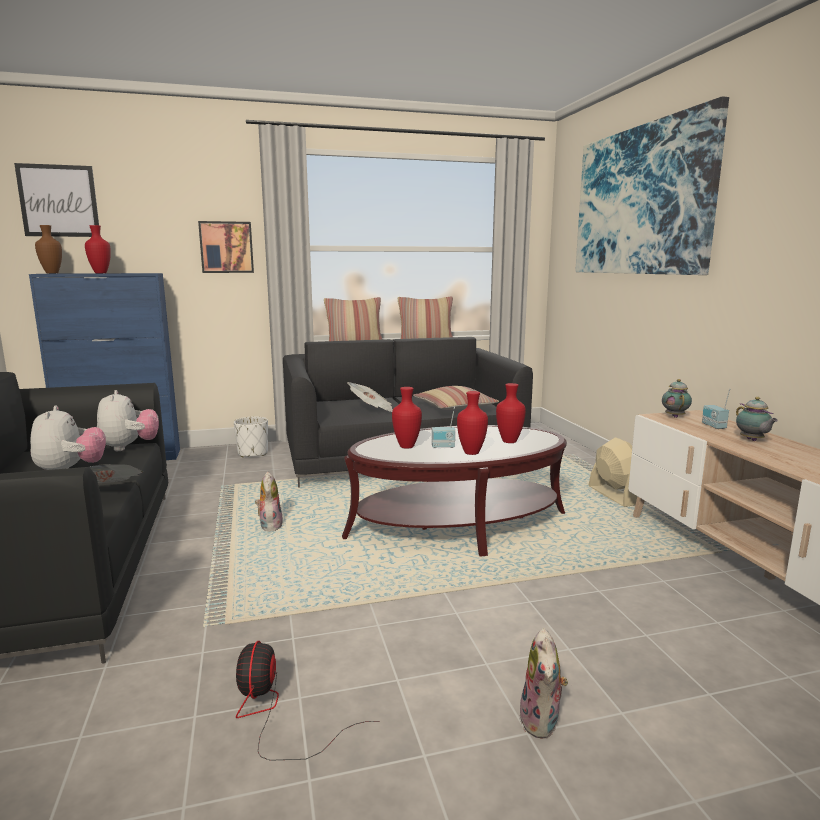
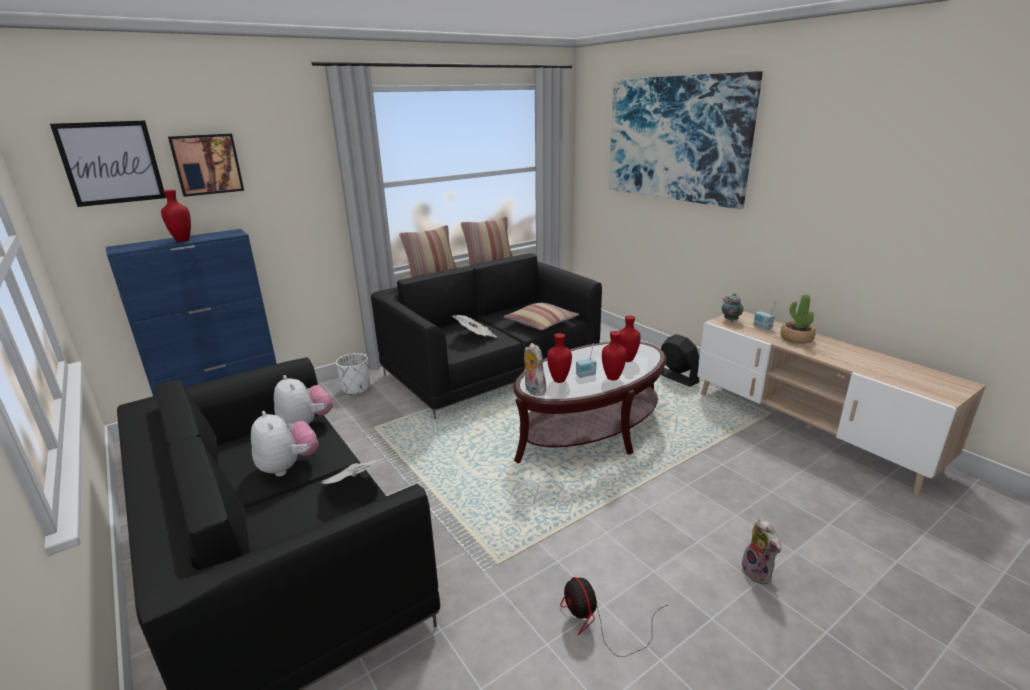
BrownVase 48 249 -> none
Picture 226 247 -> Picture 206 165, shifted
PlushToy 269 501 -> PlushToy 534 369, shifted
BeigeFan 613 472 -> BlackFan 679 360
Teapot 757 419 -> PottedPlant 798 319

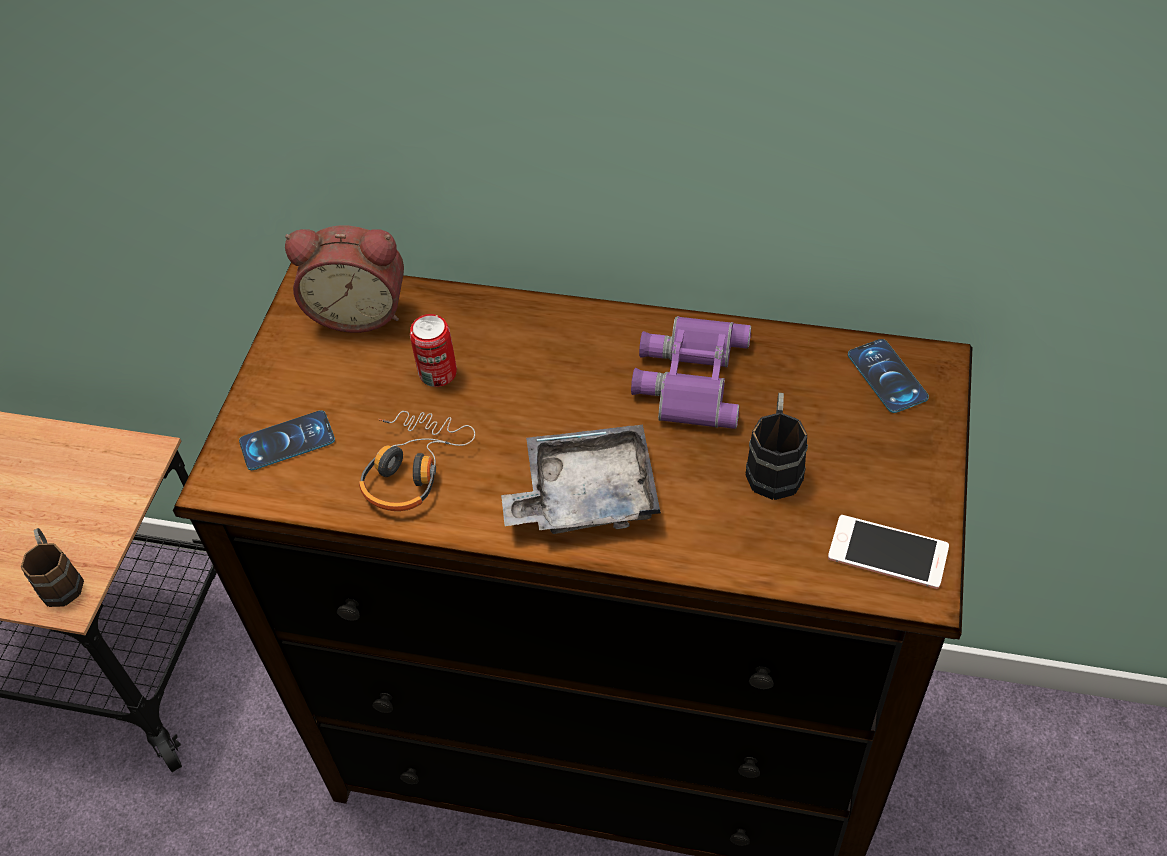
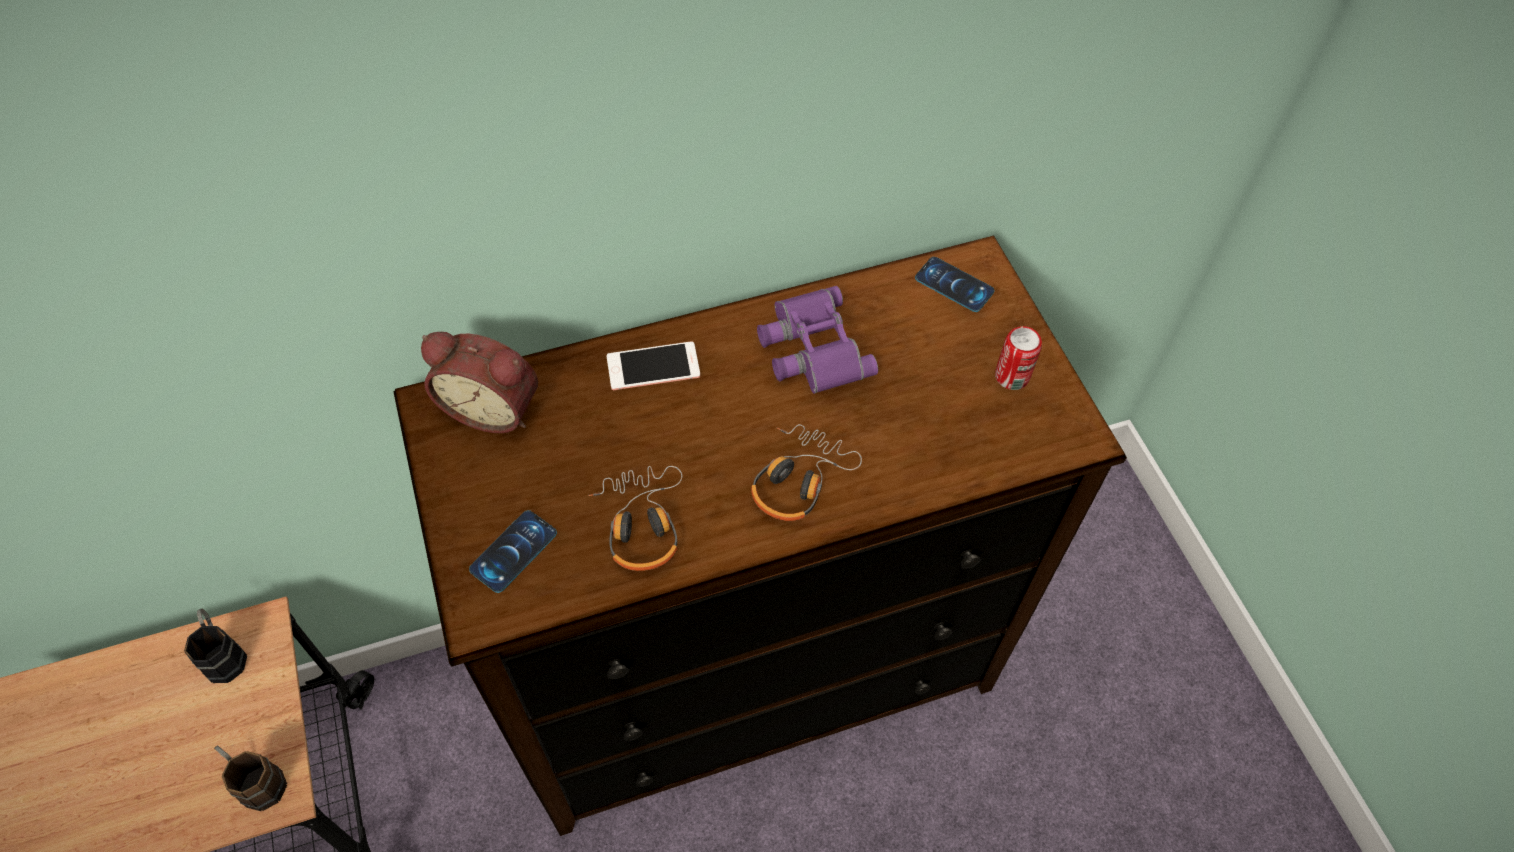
AlarmClock 344 279 -> AlarmClock 479 382, 45 degrees clockwise
Can 433 350 -> Can 1018 358, shifted
GreyTray 581 479 -> Headphones 806 472
BlackMug 777 446 -> BlackMug 215 646, shifted
Phone 888 552 -> Phone 653 365, shifted

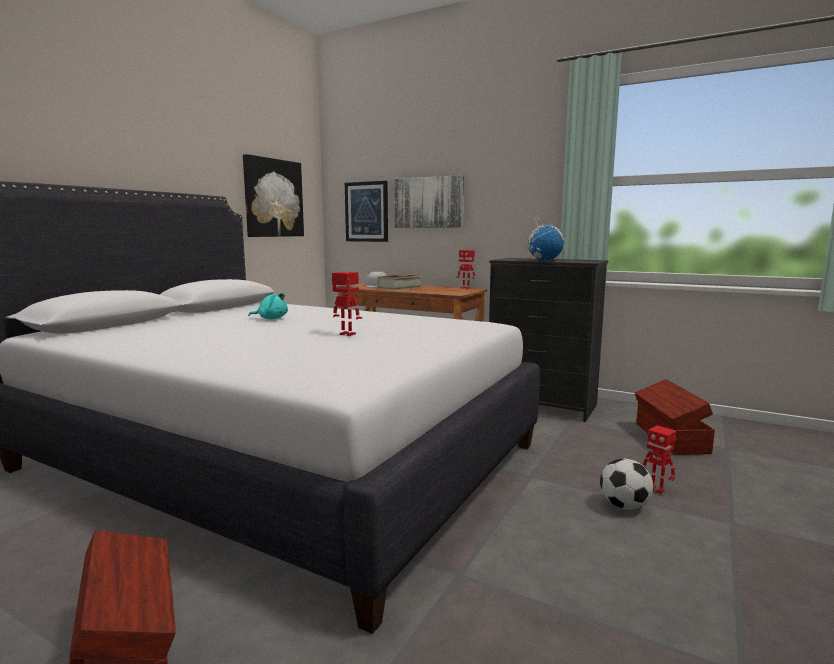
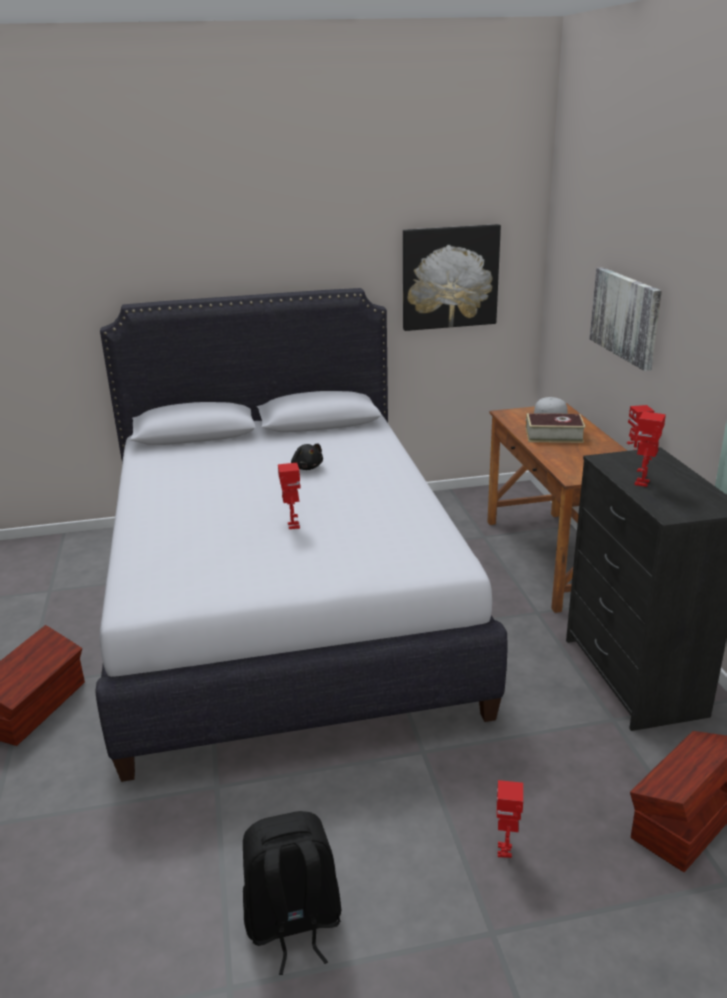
TurquoisePlushToy 268 306 -> BlackPlushToy 307 457
Picture 366 211 -> none
Globe 544 238 -> ToyRobot 650 449
Football 626 484 -> none
none -> BlackBackpack 292 893

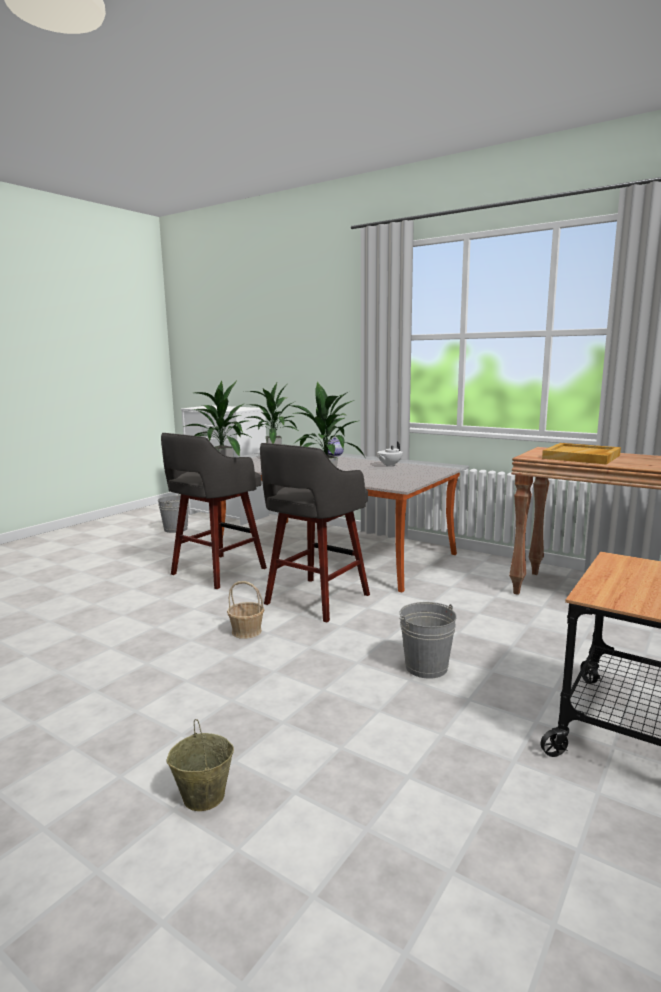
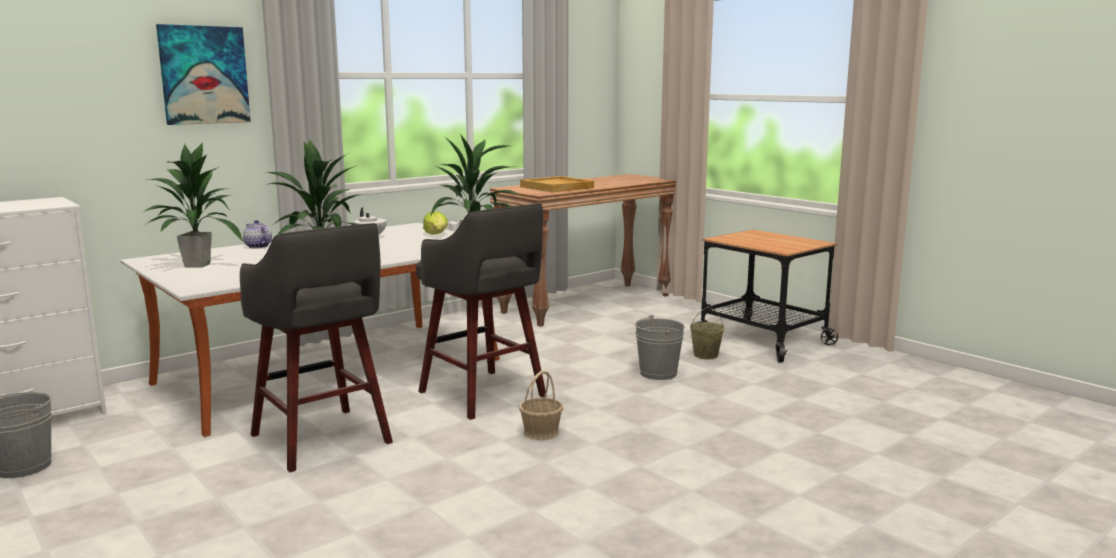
BeigeBucket 200 765 -> BeigeBucket 707 333, shifted
none -> Picture 203 74
none -> Lettuce 435 223

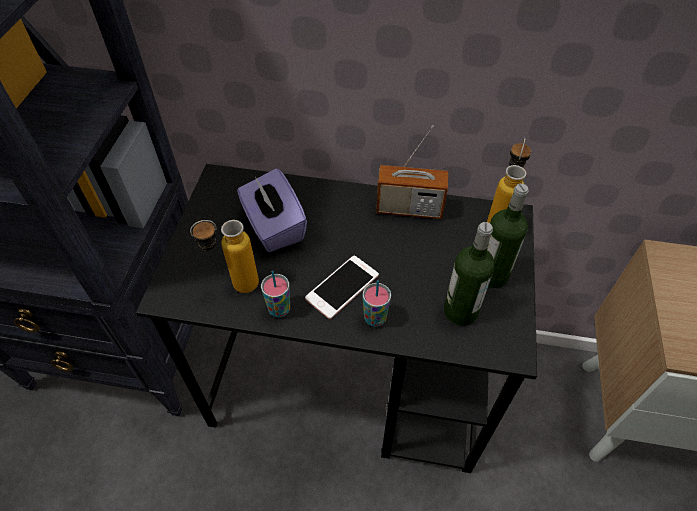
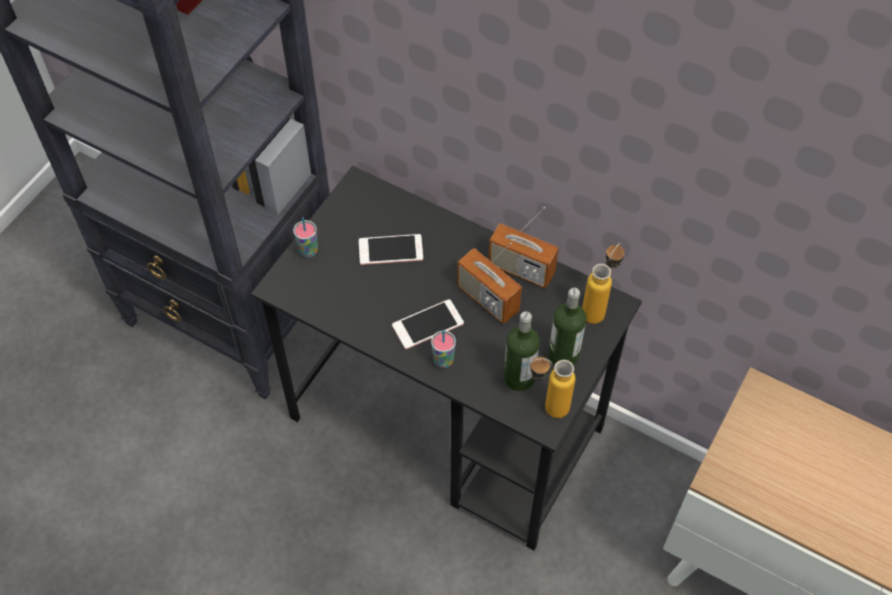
Bottle 224 256 -> Bottle 552 387, shifted
PurpleTissueBox 272 210 -> Phone 391 249
Cup 275 294 -> Cup 305 238, shifted
none -> Radio 489 283

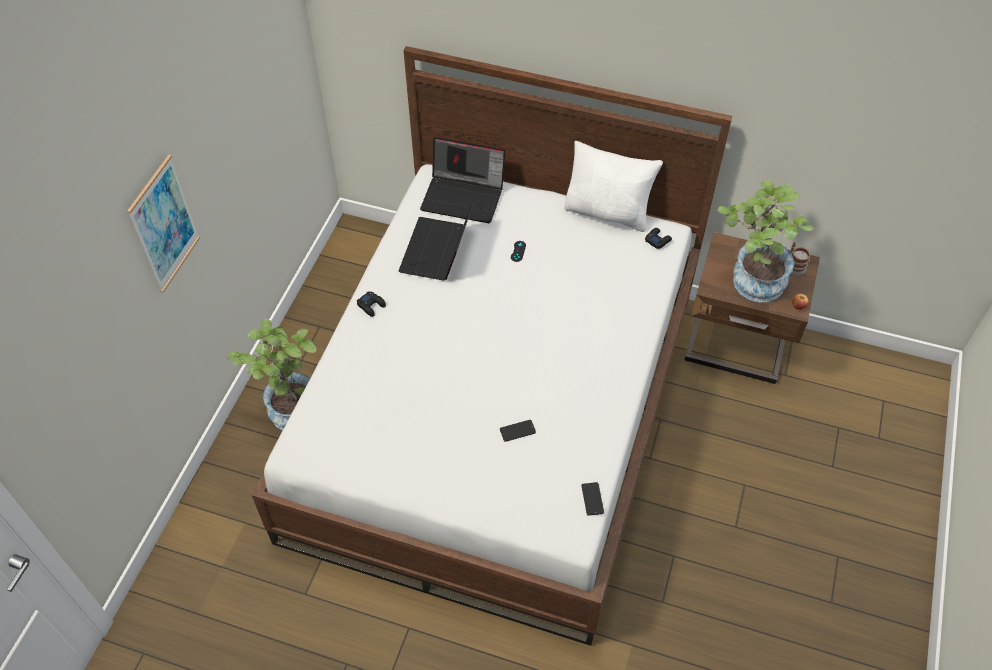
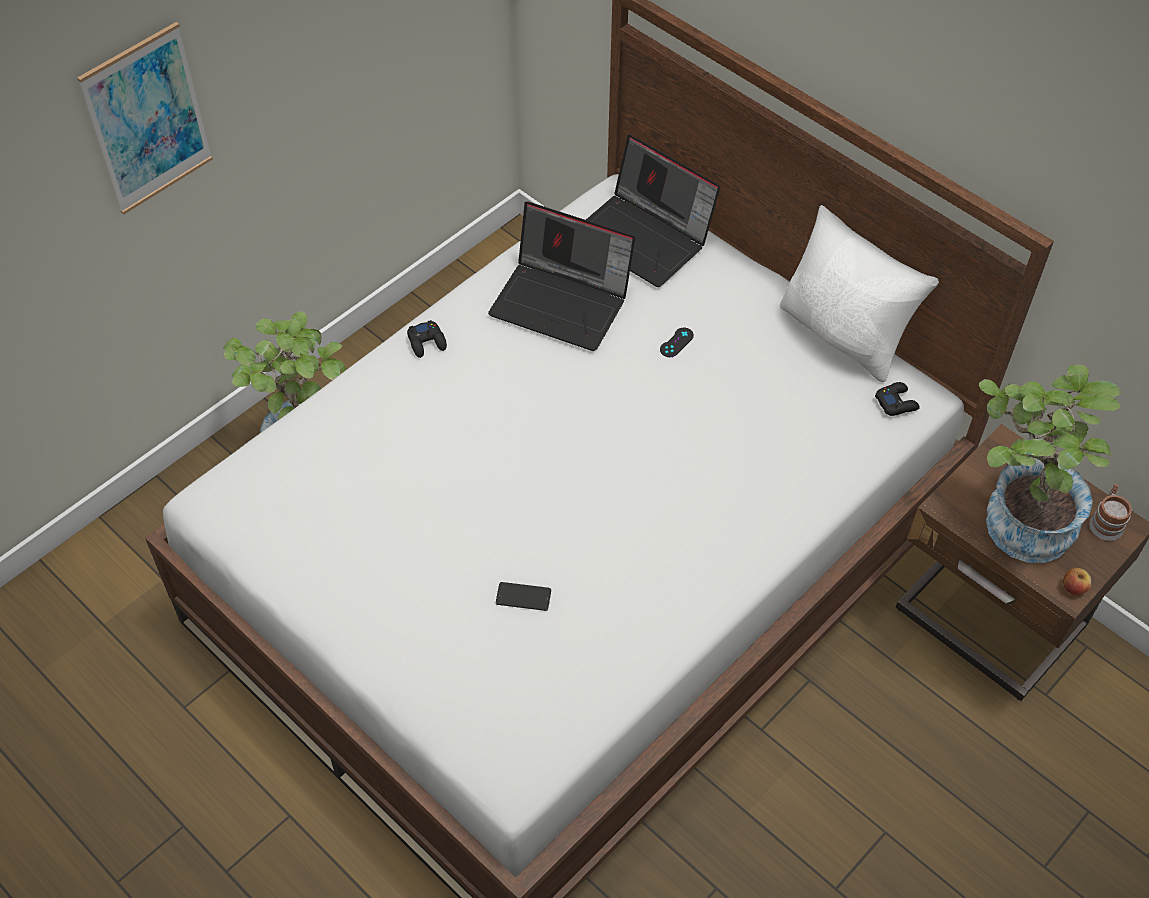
Laptop 437 238 -> Laptop 561 276, 105 degrees counterclockwise
Phone 592 499 -> none

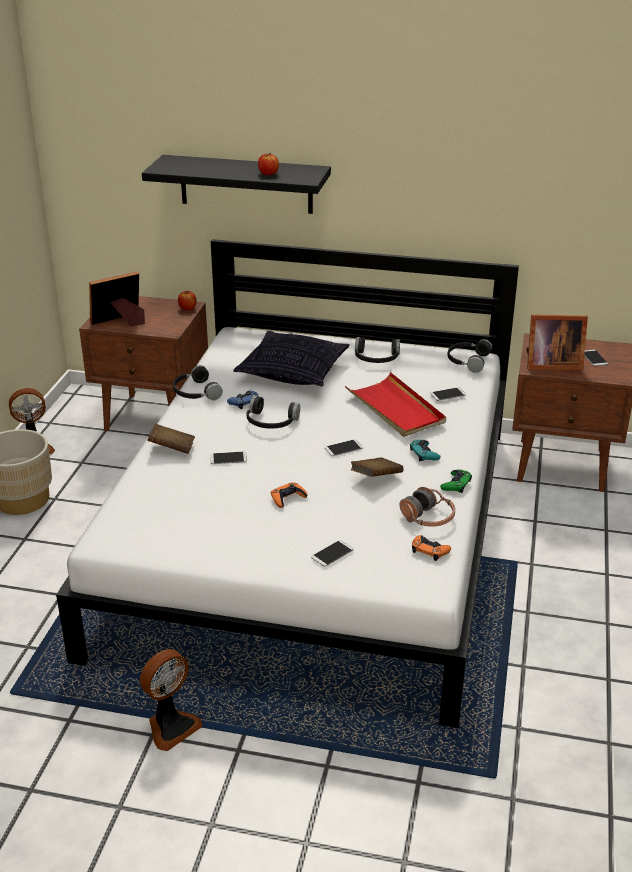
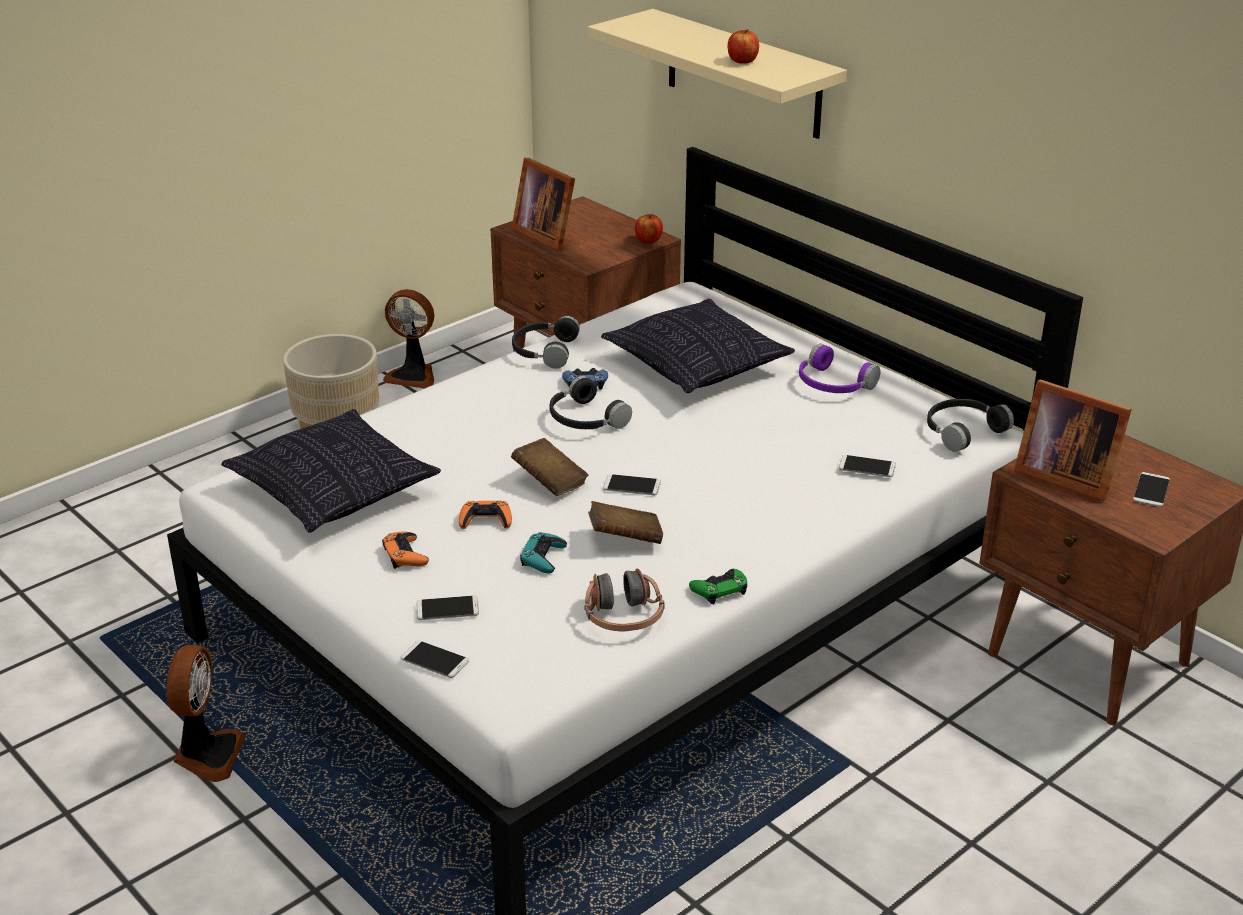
PictureFrame 117 298 -> PictureFrame 543 204, 135 degrees counterclockwise
Fan 171 700 -> Fan 206 713, 75 degrees counterclockwise
BlackShelf 236 184 -> BeigeShelf 717 74
BrownBook 171 439 -> BrownBook 550 467, shifted
Phone 228 458 -> Phone 435 659, shifted
RedTray 395 404 -> none
BlackHeadphones 377 350 -> PurpleHeadphones 839 368
TurquoiseGameController 425 450 -> TurquoiseGameController 543 553, shifted
OrangeGameController 431 548 -> OrangeGameController 405 550, shifted
none -> Pillow 331 471

